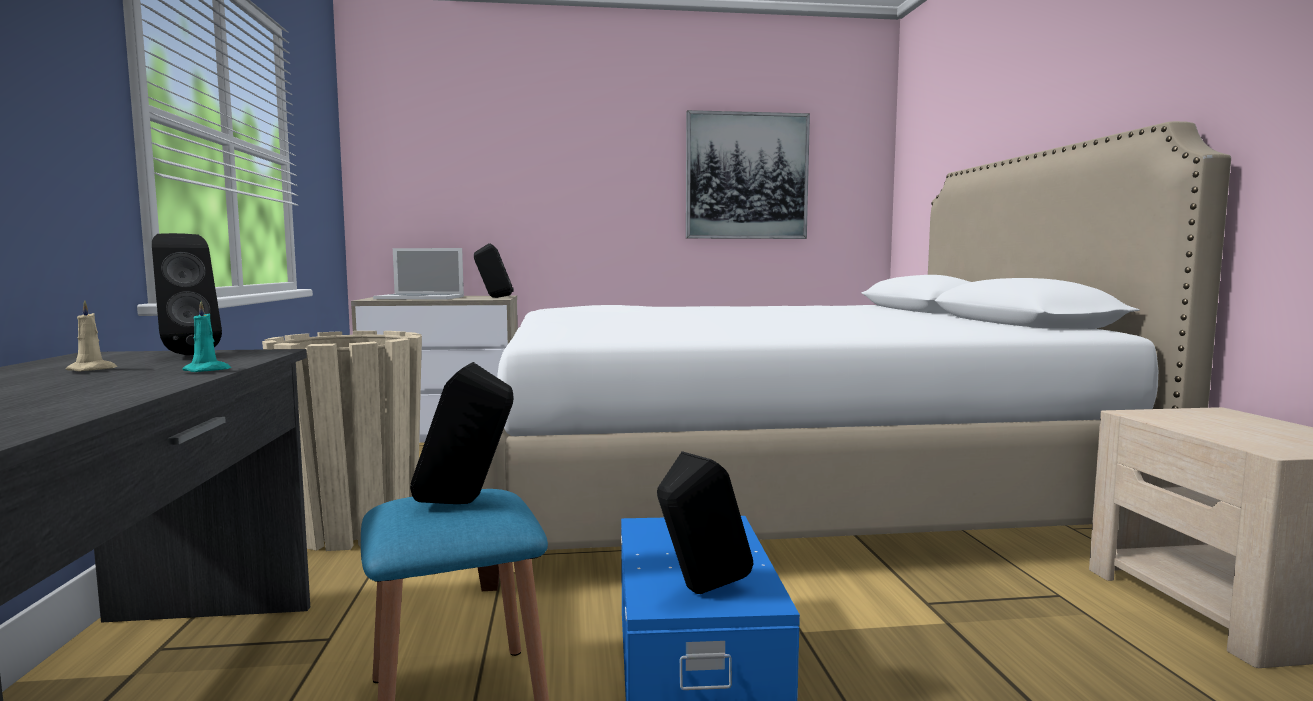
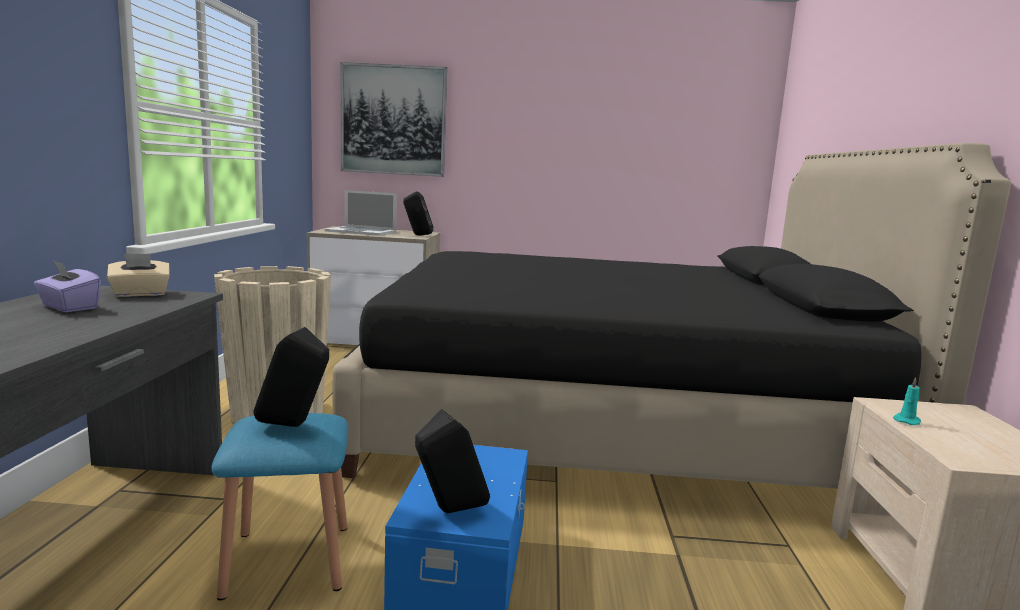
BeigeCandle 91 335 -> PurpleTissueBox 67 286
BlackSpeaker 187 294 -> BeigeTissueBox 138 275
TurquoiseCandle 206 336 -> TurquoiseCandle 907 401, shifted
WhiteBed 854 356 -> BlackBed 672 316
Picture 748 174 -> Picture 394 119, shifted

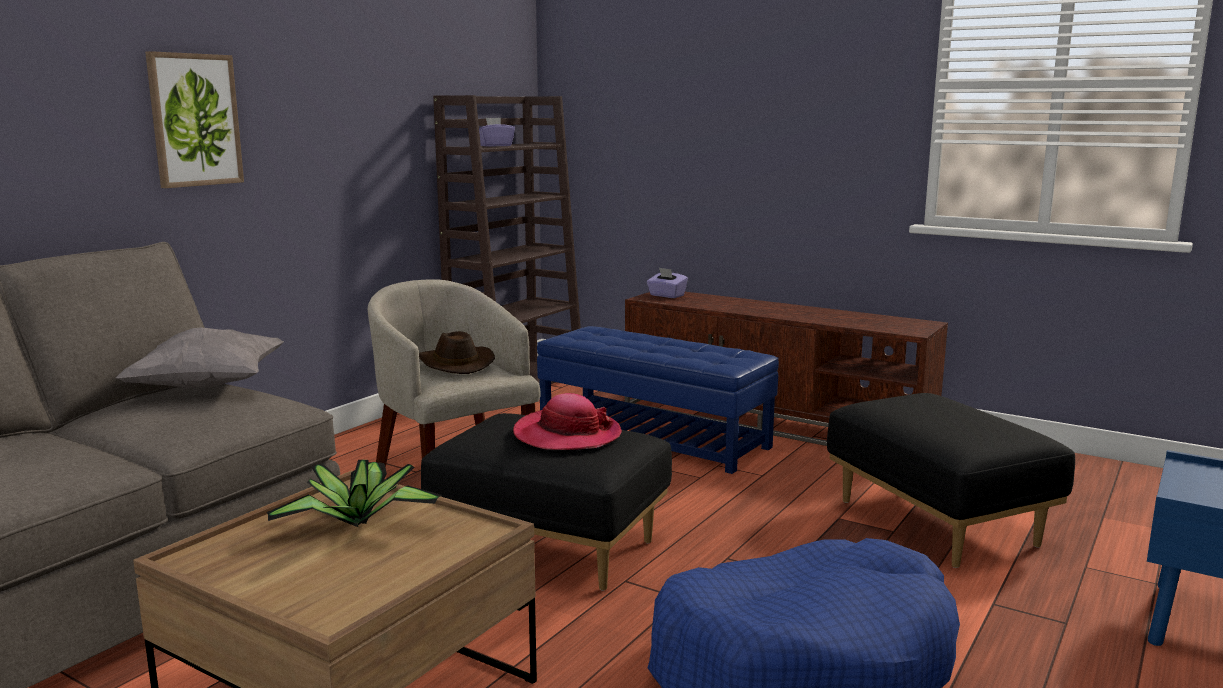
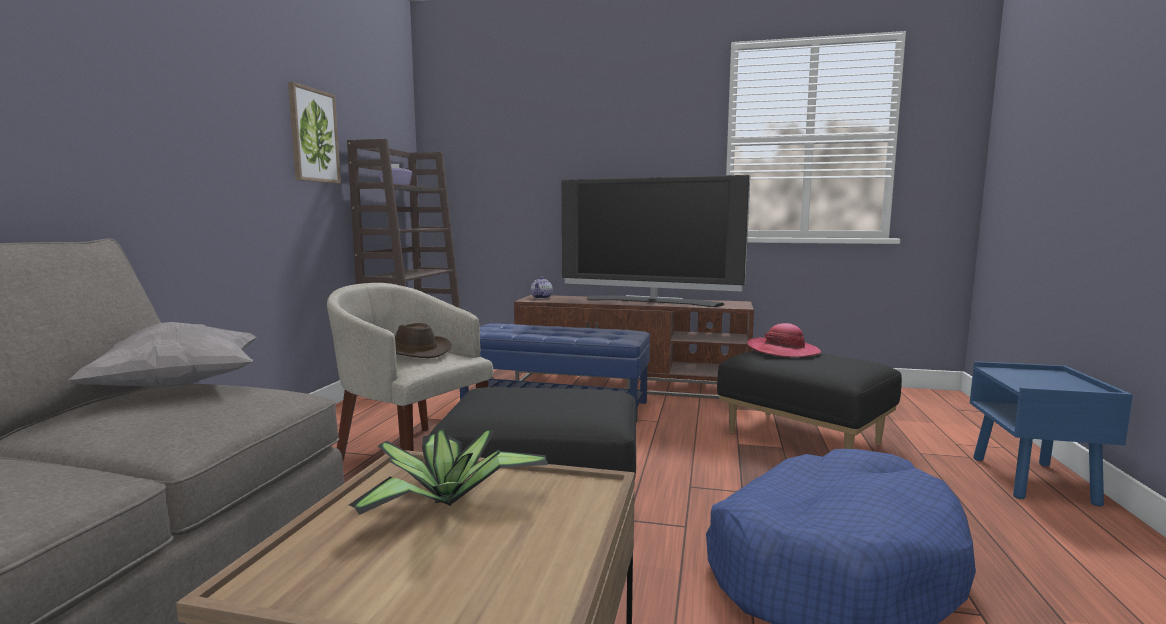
Picture 194 119 -> Picture 314 133, shifted
Hat 567 421 -> Hat 784 340, shifted
PurpleTissueBox 667 283 -> Teapot 542 287
none -> Television 656 241

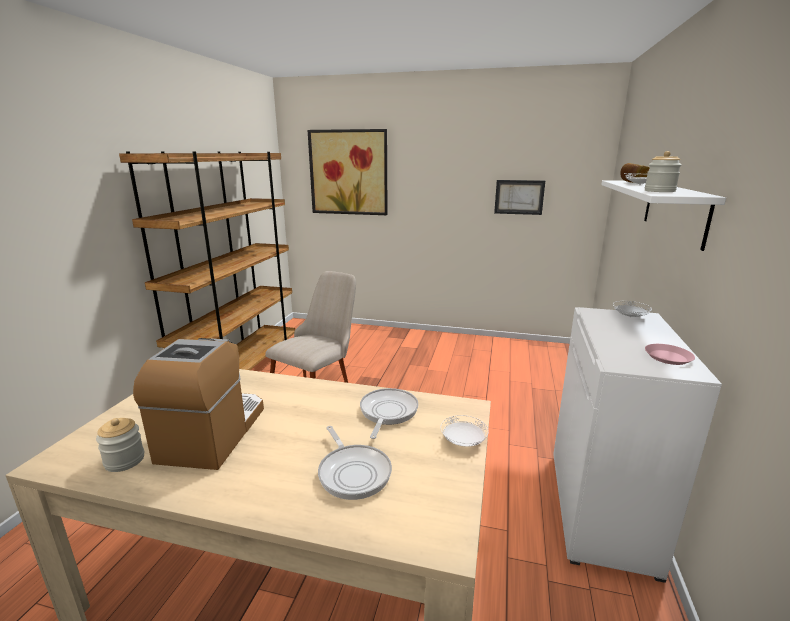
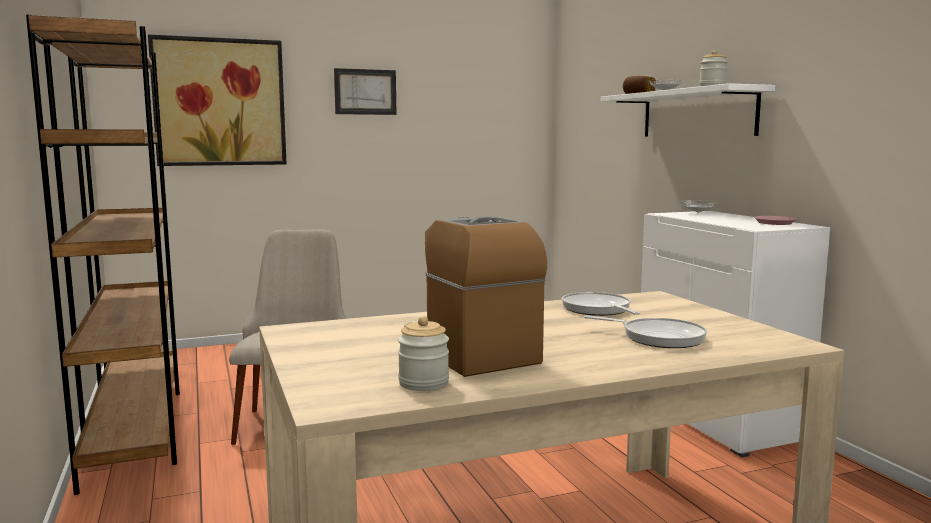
WhitePlate 464 430 -> none
Picture 519 197 -> Picture 365 91, shifted

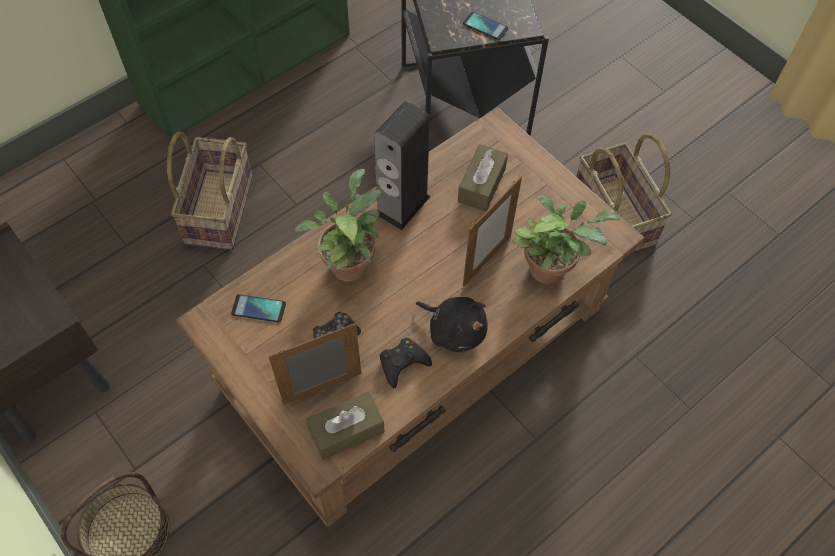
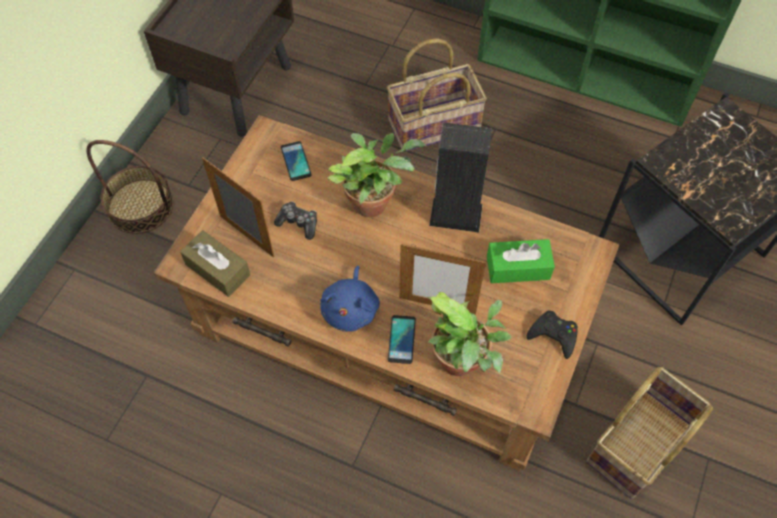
BlackGameController 406 363 -> BlackGameController 552 334, shifted
BlackPlushToy 452 324 -> BluePlushToy 350 299
BrownTissueBox 483 177 -> GreenTissueBox 521 261
Phone 485 26 -> Phone 402 339, shifted

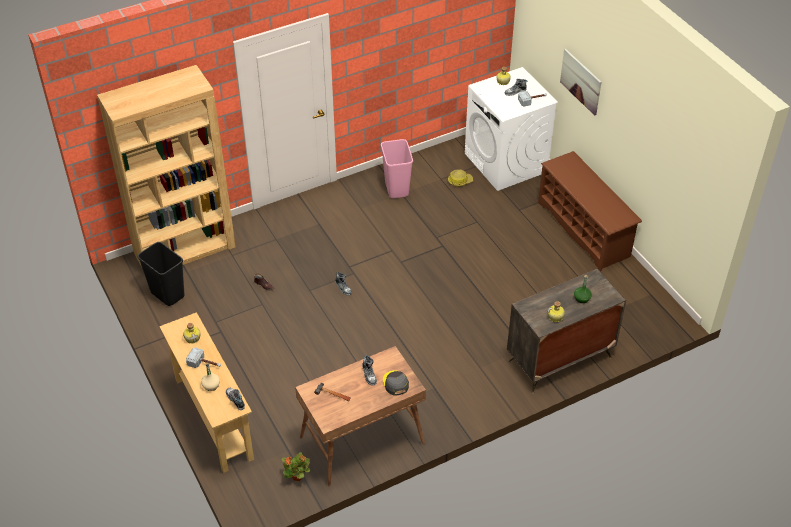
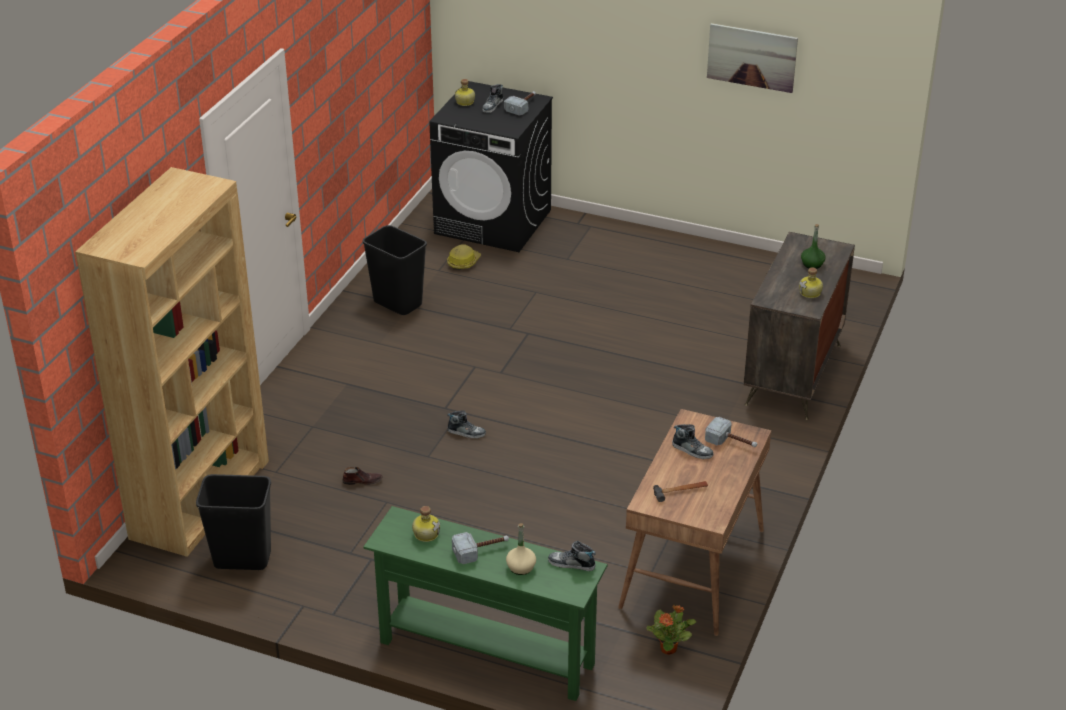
BeigeConsoleTable 206 392 -> GreenConsoleTable 485 603
PinkTrashCan 397 168 -> BlackTrashCan 394 270
GreyCap 396 383 -> Hammer 731 432
WhiteWashingMachine 511 129 -> BlackWashingMachine 491 166
BrownShoeRack 590 211 -> none
Picture 580 82 -> Picture 752 58, shifted

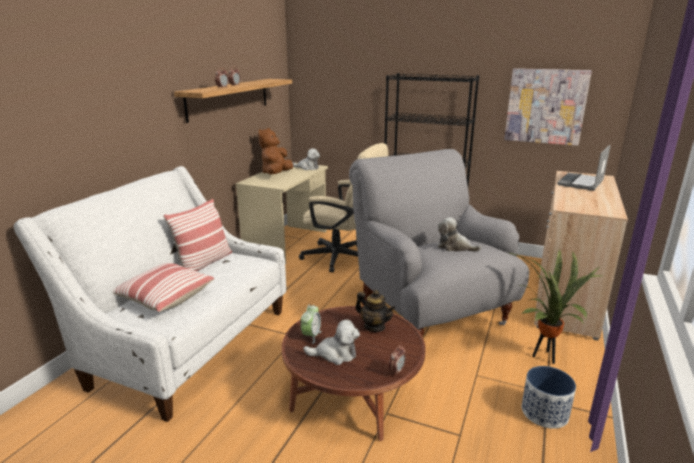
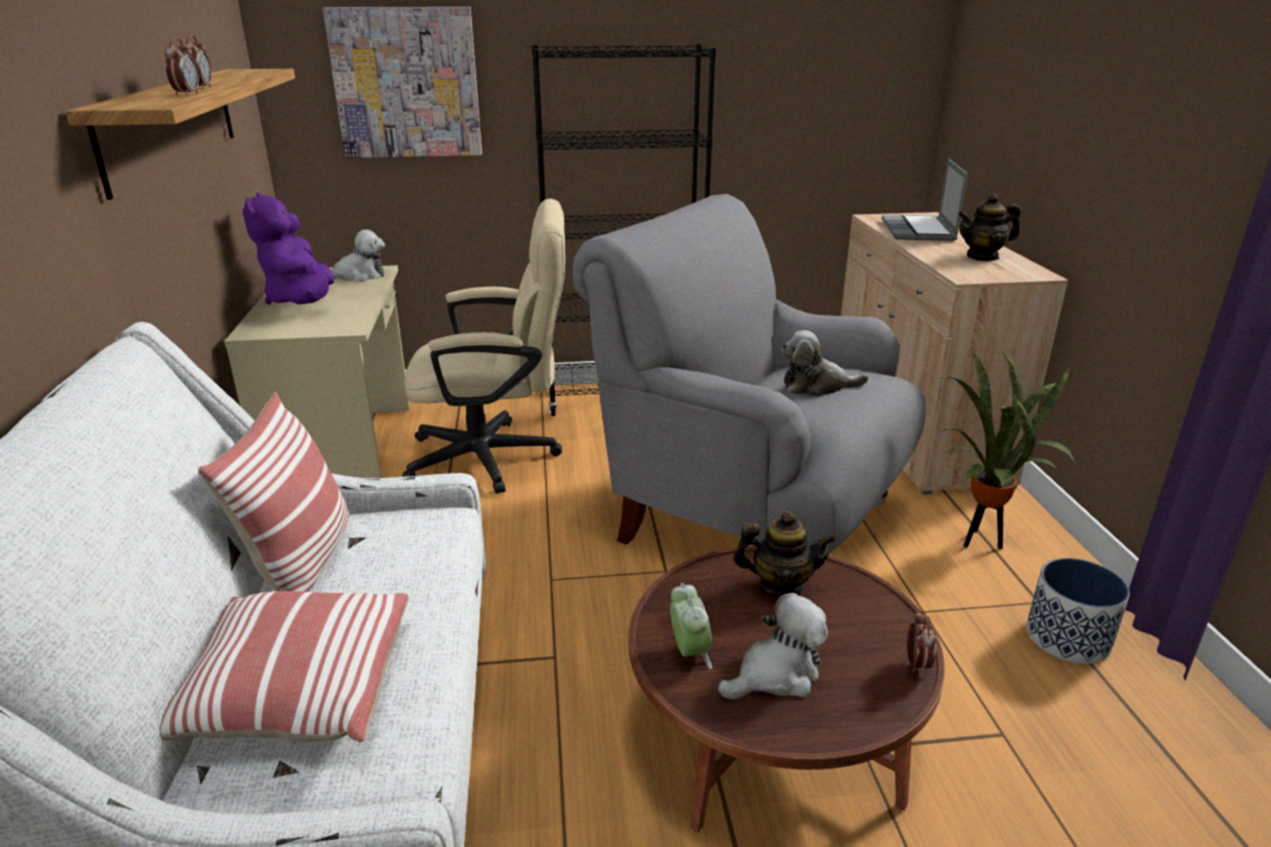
BrownPlushToy 275 151 -> PurplePlushToy 288 249
Picture 548 107 -> Picture 402 82, shifted
none -> Teapot 989 227

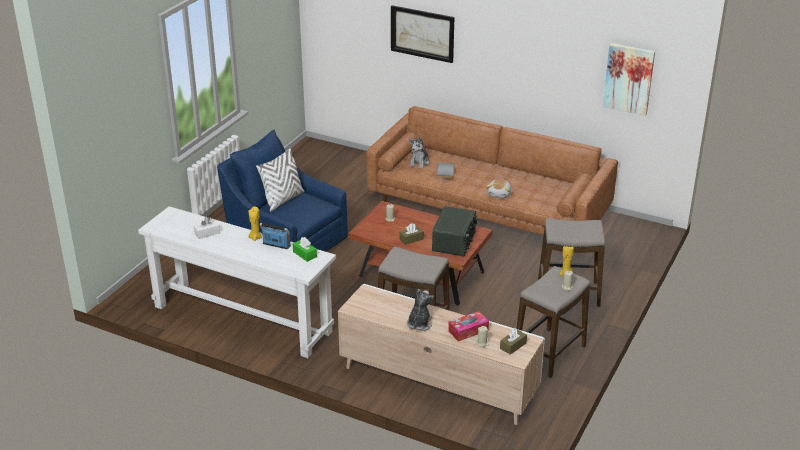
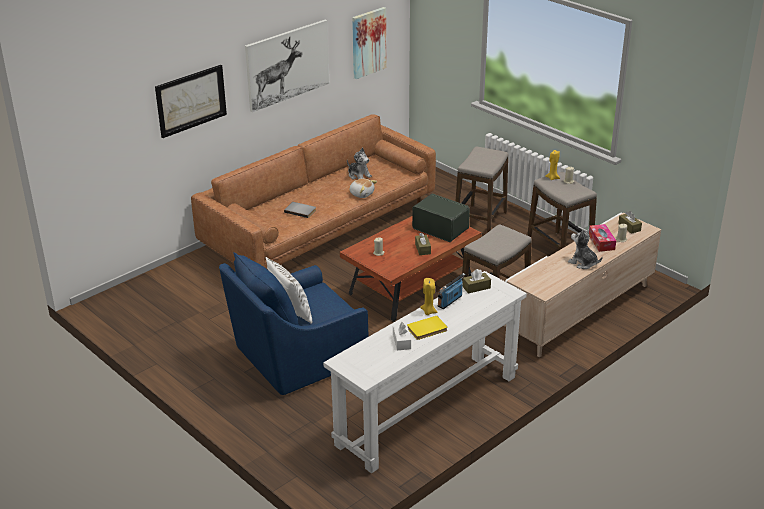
GreenTissueBox 305 249 -> BrownTissueBox 477 281
PlushToy 419 153 -> PlushToy 359 163, shifted
none -> Picture 287 66
none -> YellowBook 427 328

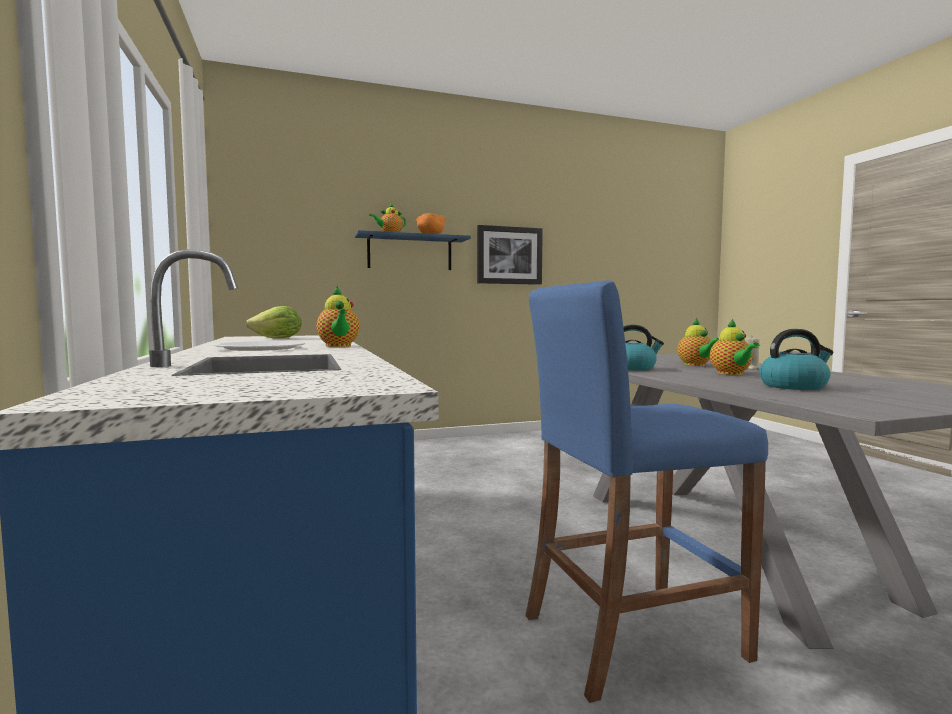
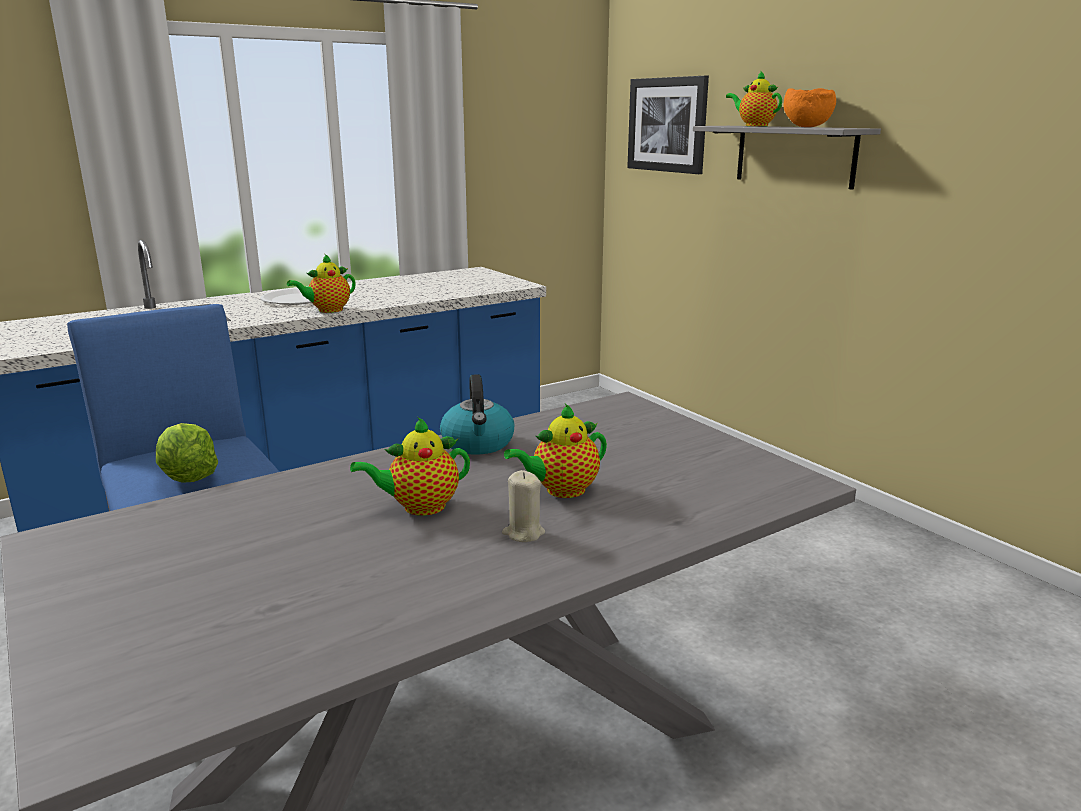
Lettuce 273 322 -> Lettuce 187 453, shifted
BlueShelf 413 250 -> GreyShelf 787 158
Picture 510 255 -> Picture 668 125, shifted
Kettle 796 359 -> none

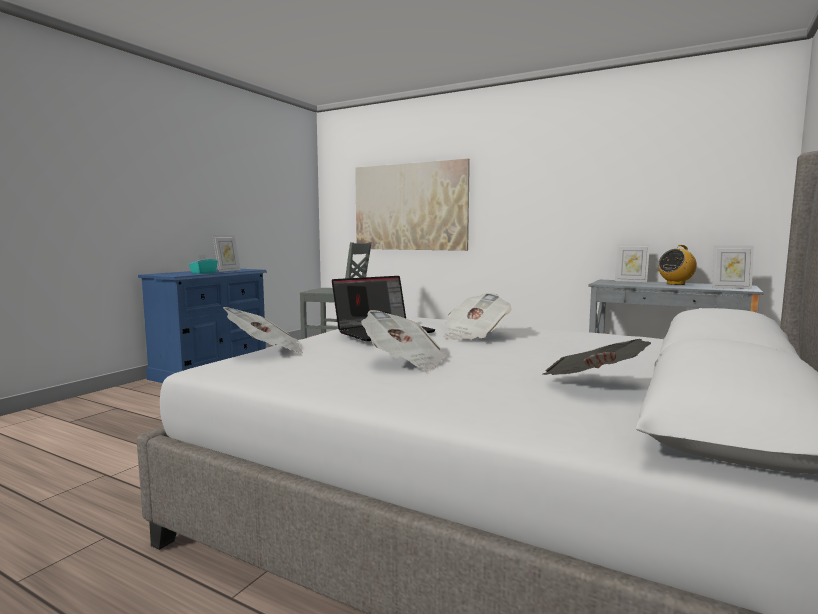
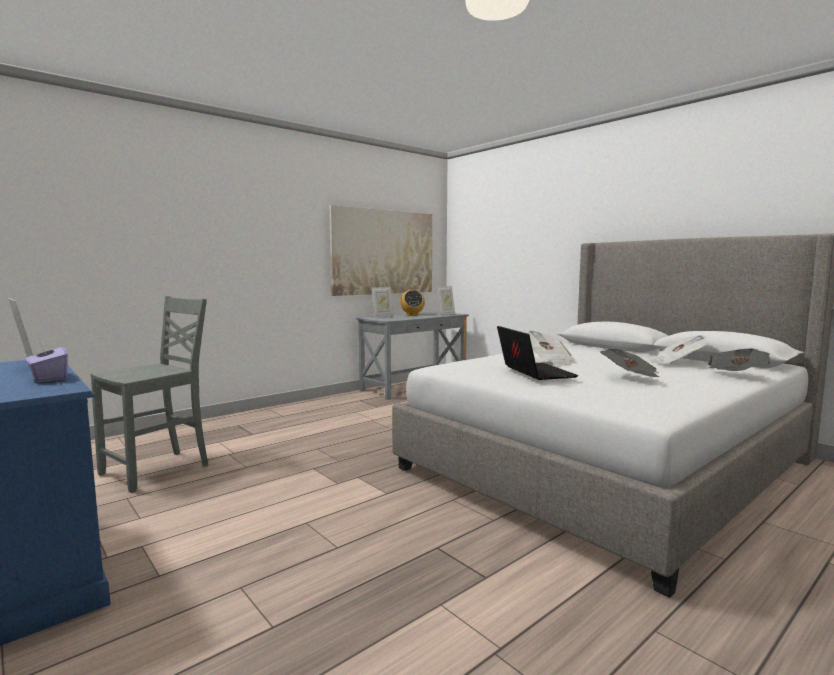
TurquoiseTissueBox 203 264 -> PurpleTissueBox 47 361
Newspaper 263 330 -> Newspaper 739 360, shifted
Picture 412 205 -> Picture 380 250, shifted

